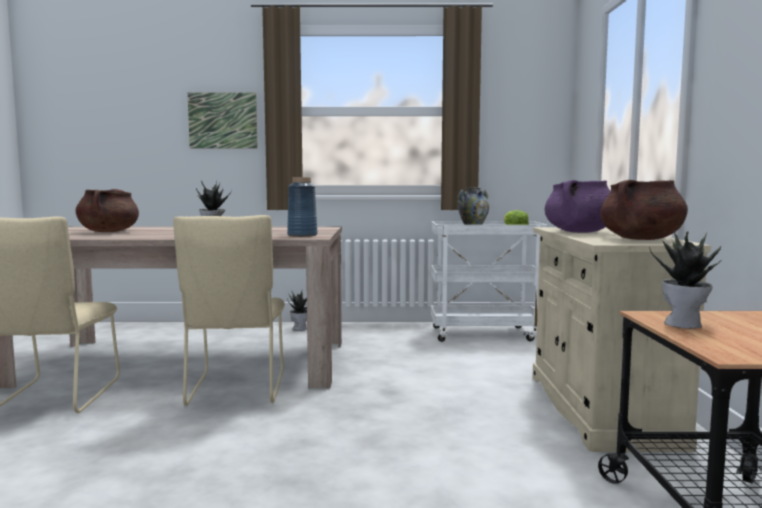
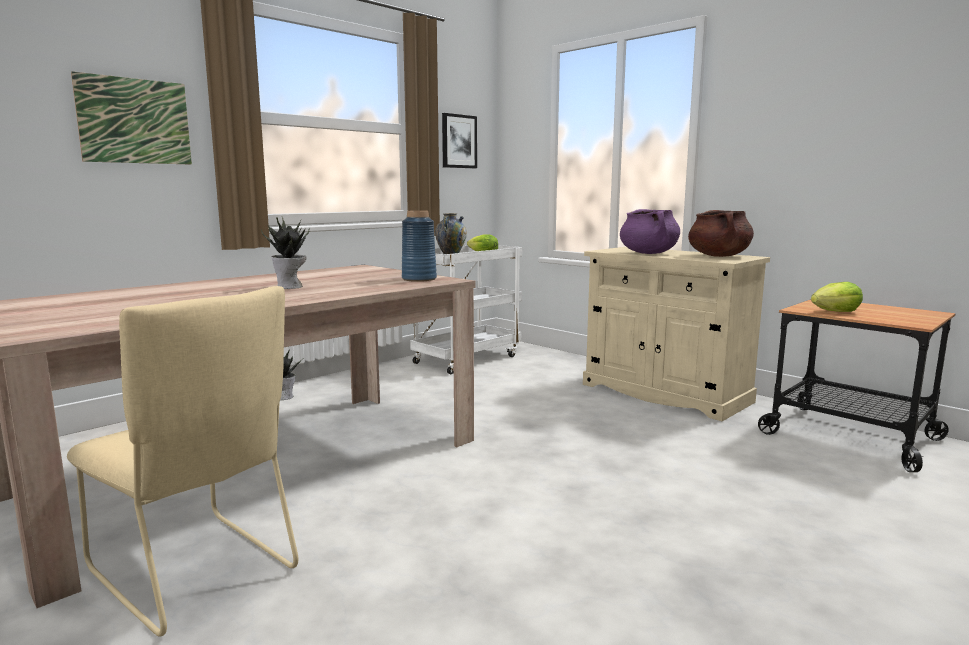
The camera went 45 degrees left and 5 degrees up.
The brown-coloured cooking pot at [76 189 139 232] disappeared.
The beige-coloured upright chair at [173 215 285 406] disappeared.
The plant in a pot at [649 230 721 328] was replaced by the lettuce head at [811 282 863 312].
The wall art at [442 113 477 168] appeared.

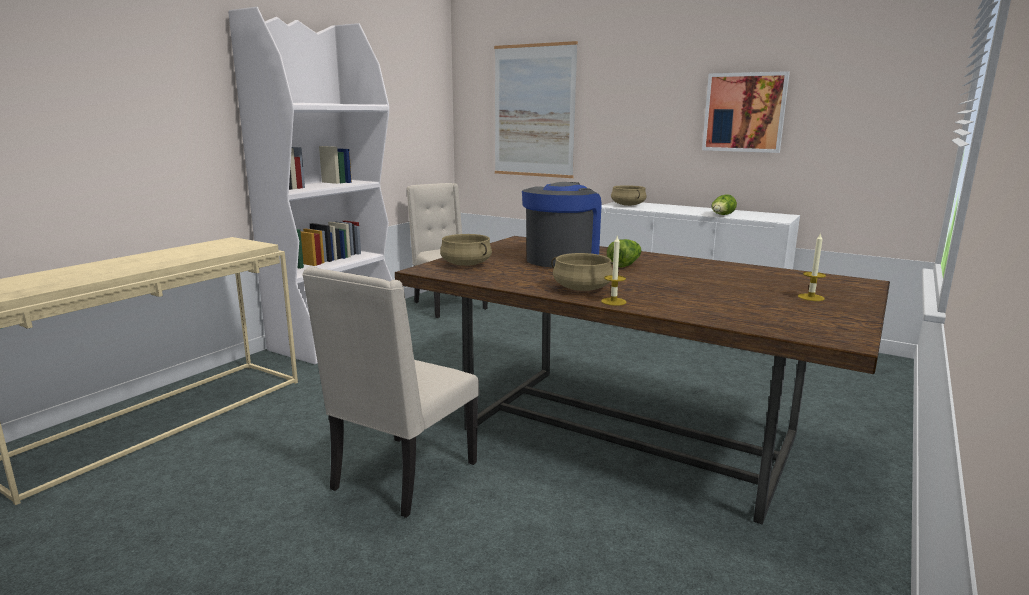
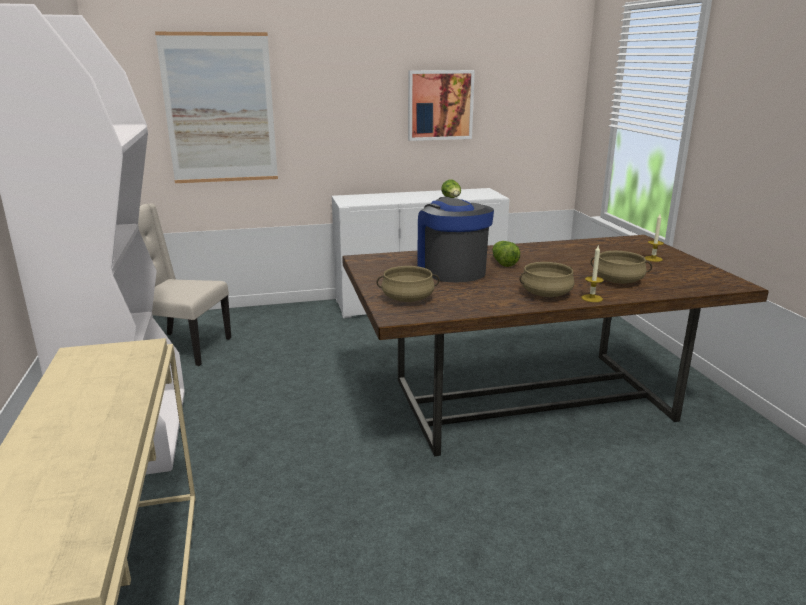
The camera went 45 degrees left and 5 degrees up.
The beige-coloured cooking pot moved from [611 185 646 206] to [591 251 652 284].
The beige-coloured upright chair at [302 267 479 518] disappeared.

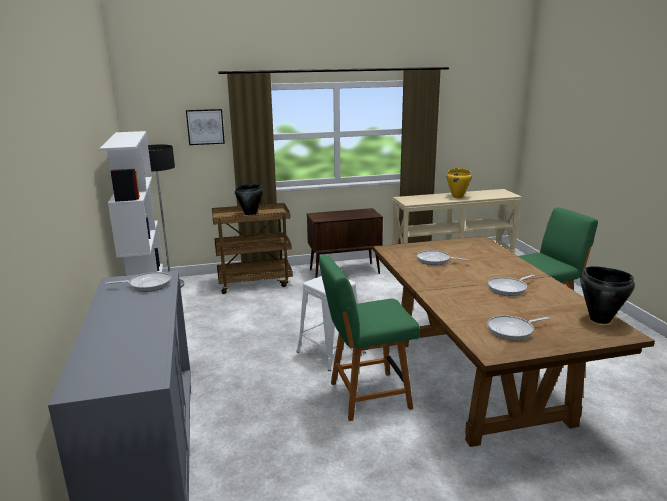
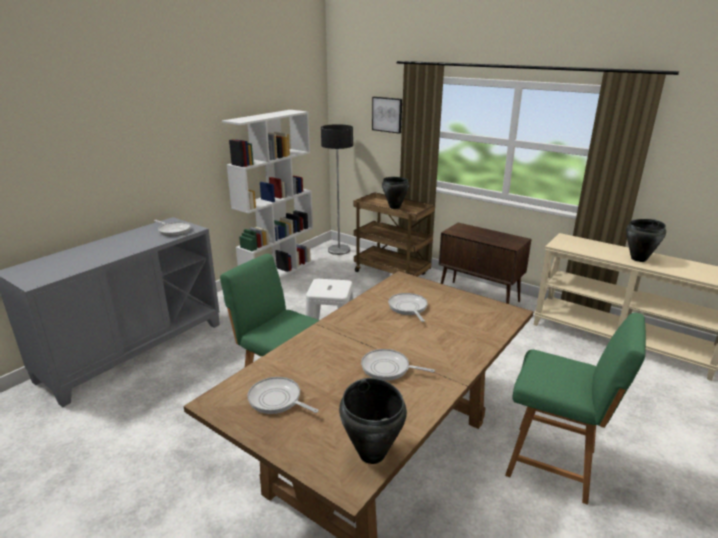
The camera went 50 degrees right and 5 degrees up.
The yellow cooking pot at [446 168 472 198] became the black cooking pot at [626 219 666 262].

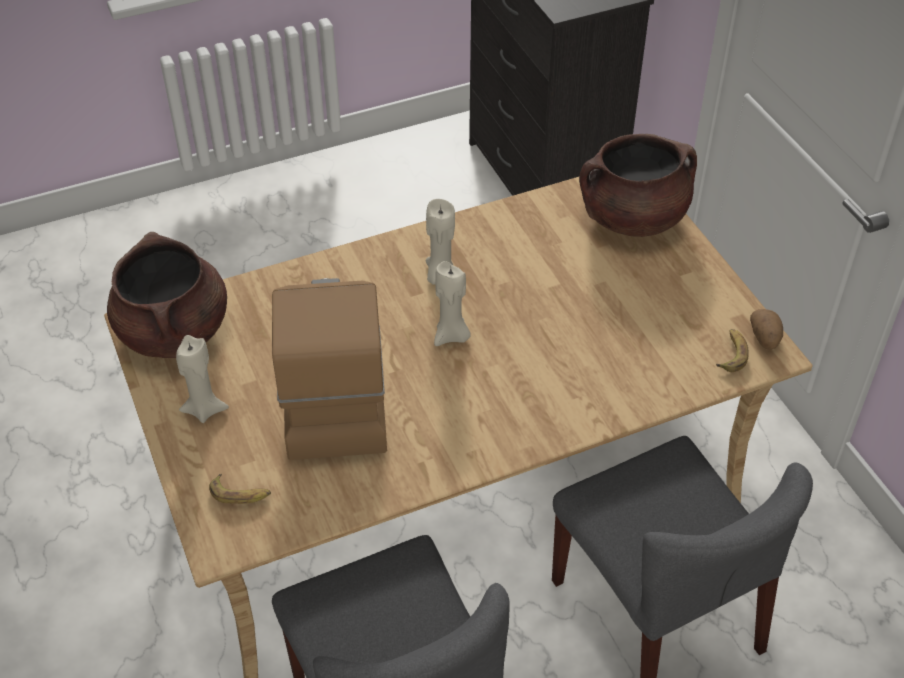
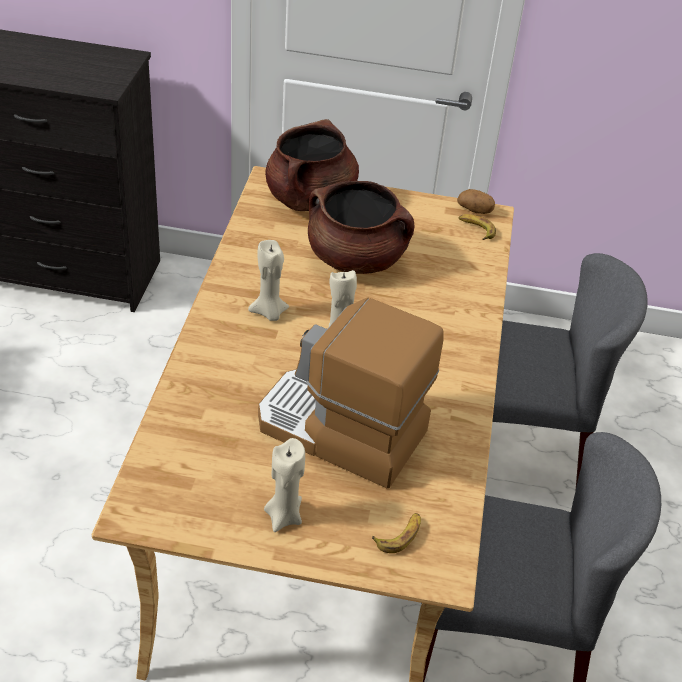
The camera went 60 degrees left and 5 degrees down.
The brown-coloured cooking pot moved from [107 232 227 358] to [308 181 414 274].

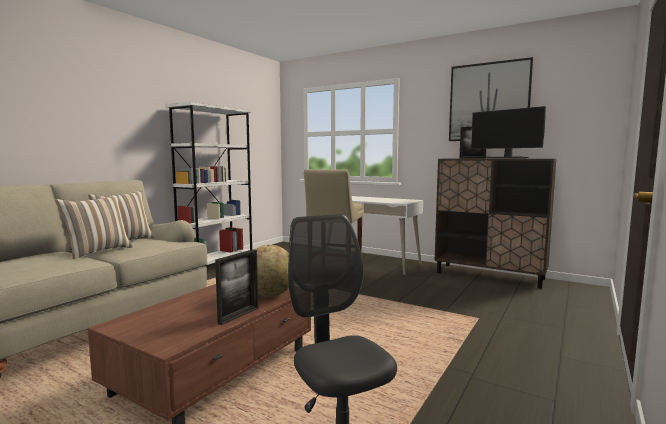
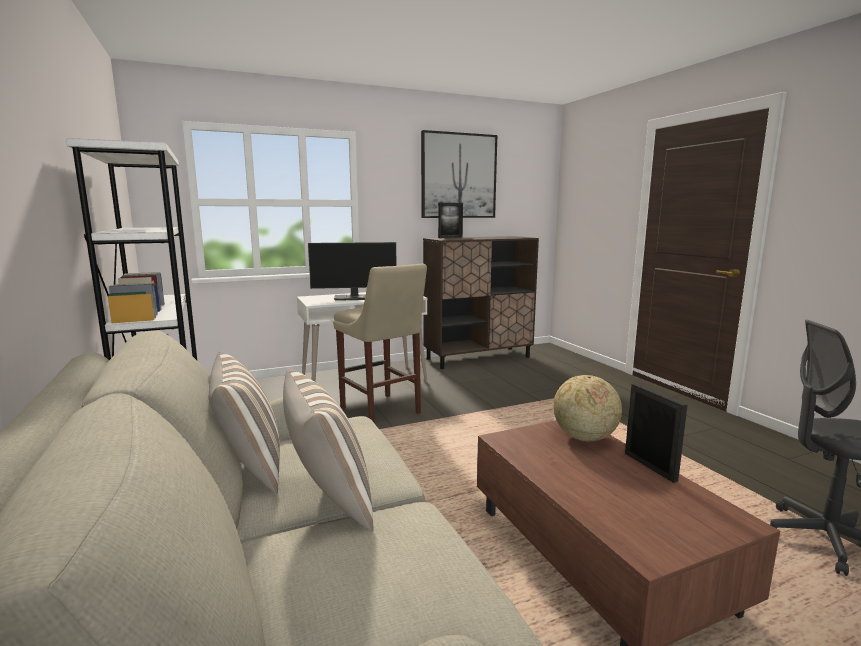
The camera went 55 degrees left and 5 degrees up.
The monitor moved from [471 106 546 159] to [308 242 397 301].

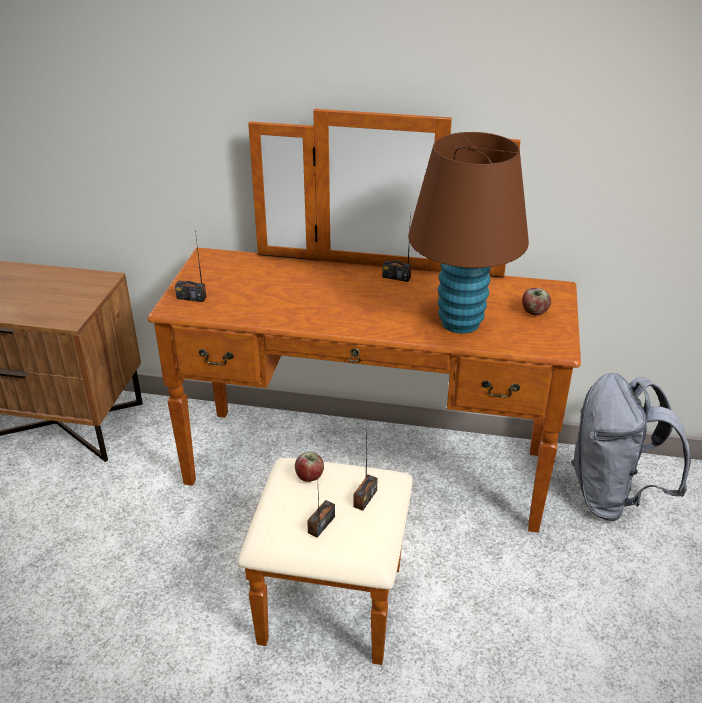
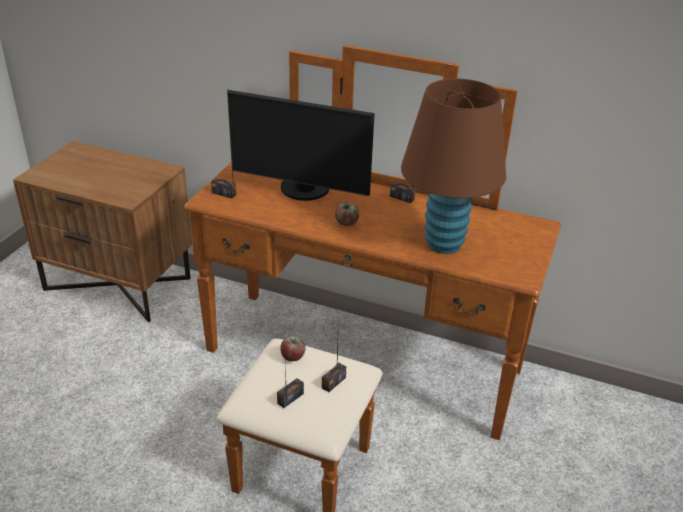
The camera went 10 degrees right and 0 degrees up.
The apple moved from [522 288 551 315] to [335 202 359 226].
The grey rucksack at [571 373 691 521] disappeared.
The monitor at [227 90 375 201] appeared.

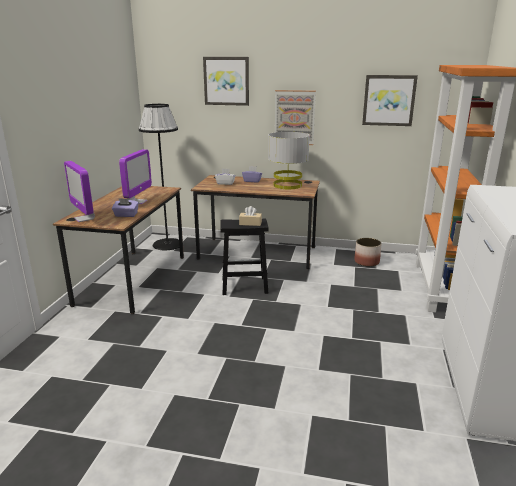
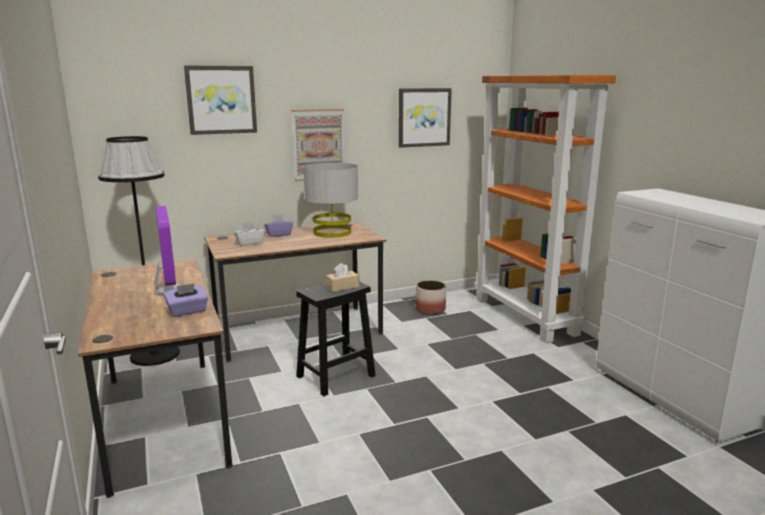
The camera went 35 degrees left and 5 degrees down.
The monitor at [64 161 95 222] disappeared.

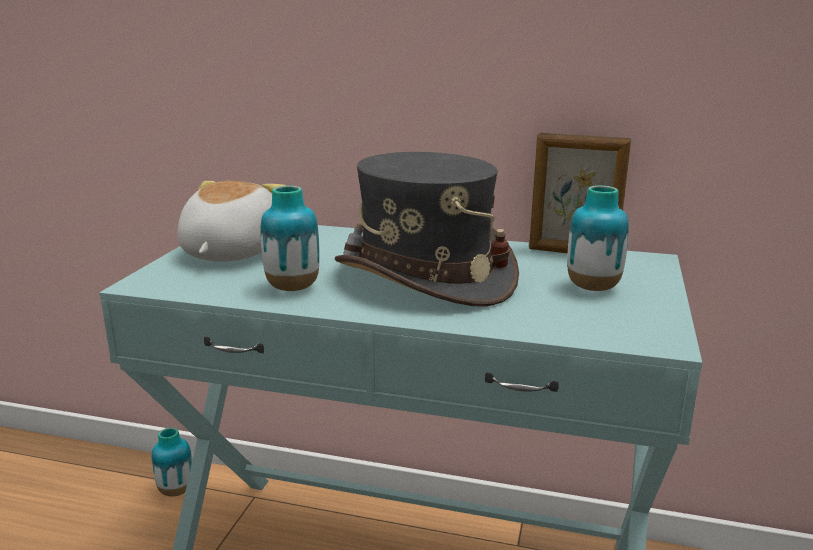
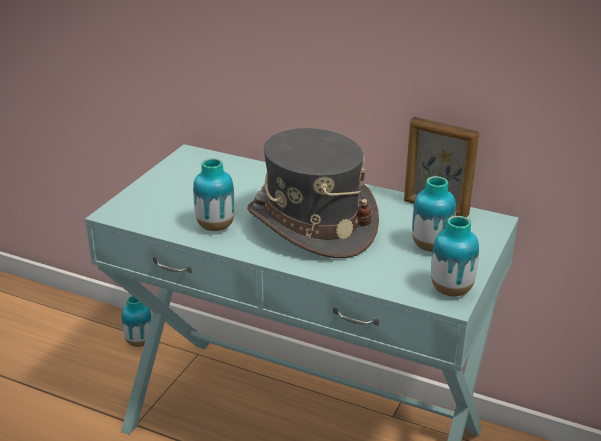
The camera went 10 degrees right and 10 degrees up.
The plush toy at [177 181 287 262] disappeared.
The decorative vase at [431 216 479 296] appeared.

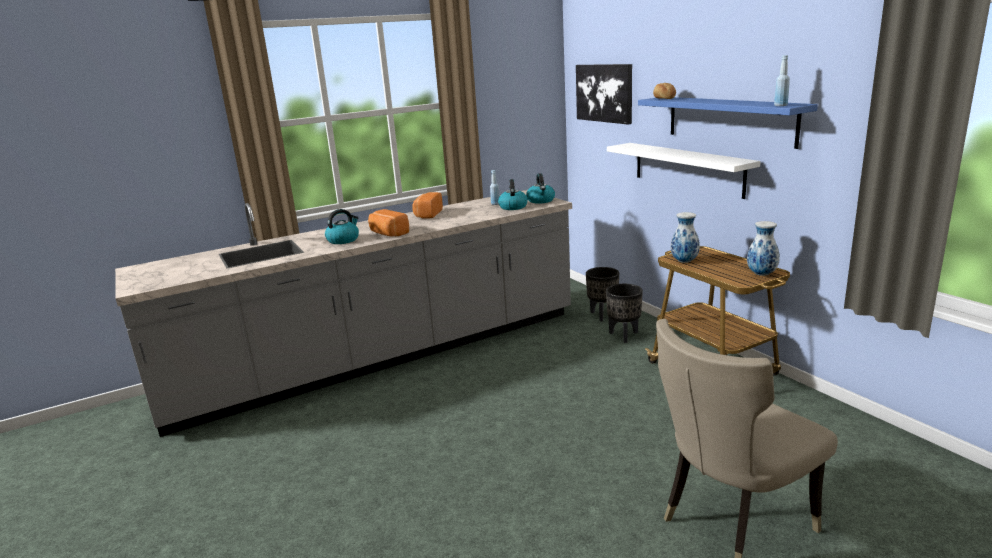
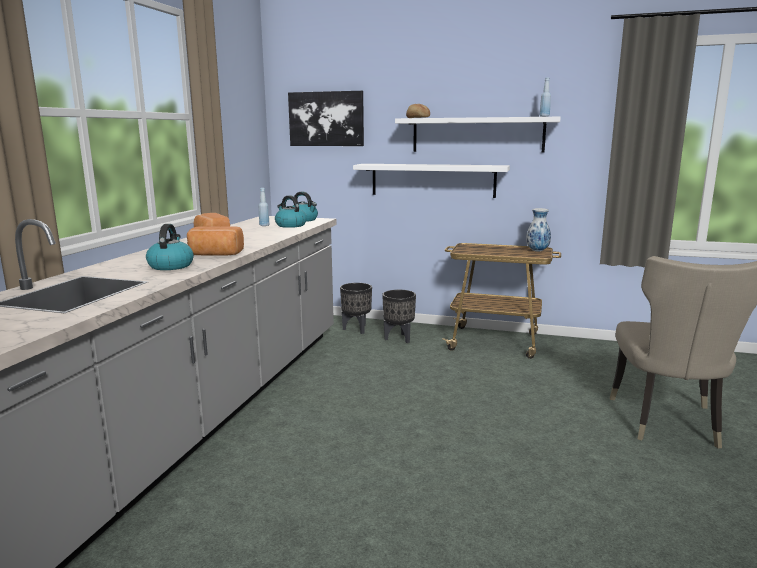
The camera went 45 degrees left and 5 degrees down.
The blue shelf at [638 97 818 149] became the white-coloured shelf at [395 117 561 152].
The decorative vase at [671 212 700 263] disappeared.

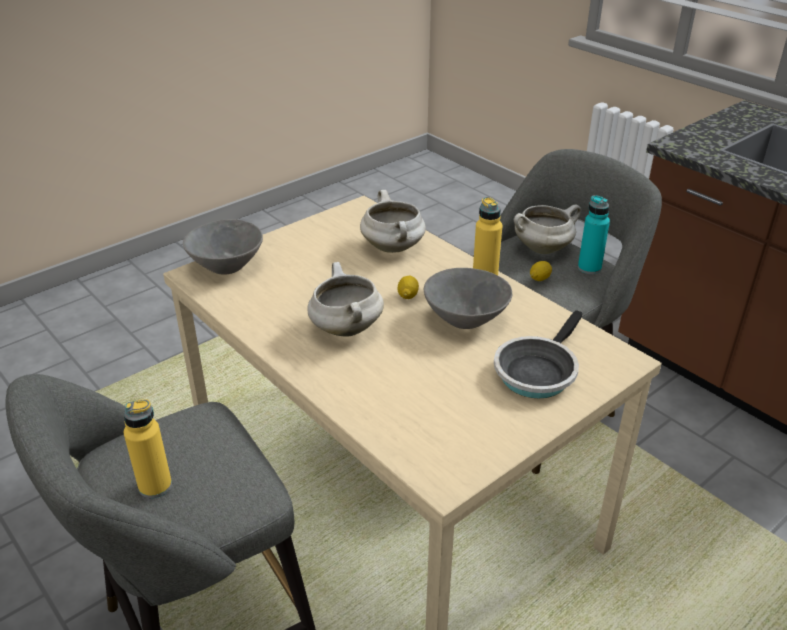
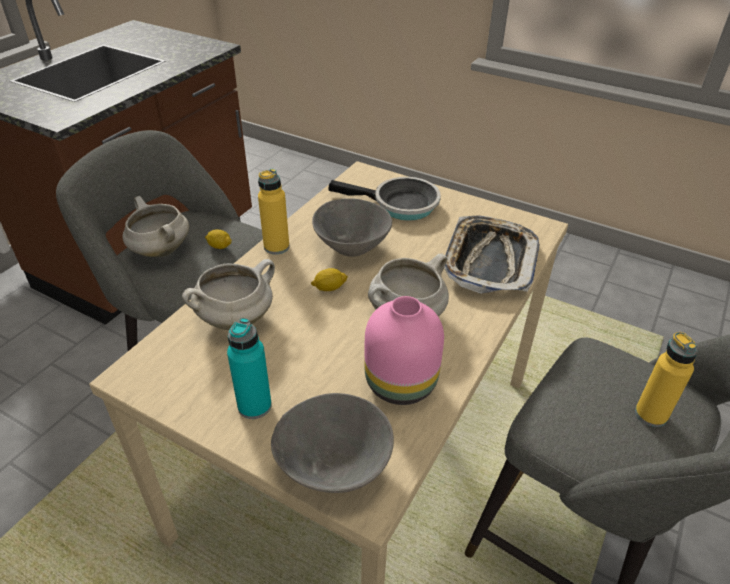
The camera went 110 degrees left and 5 degrees up.
The turquoise drink bottle moved from [578 195 610 274] to [227 318 272 419].
The carrying tray at [444 216 540 294] appeared.
The pink-coloured decorative vase at [364 296 444 405] appeared.

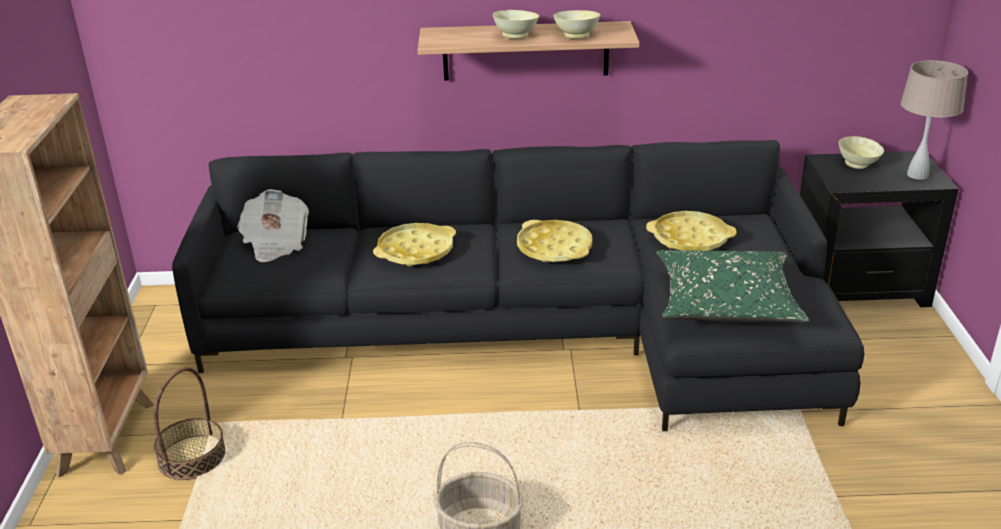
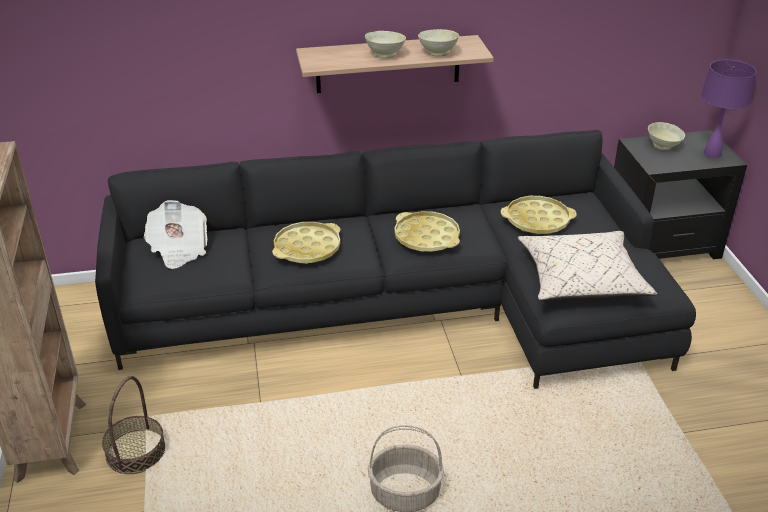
The camera went 10 degrees left and 5 degrees up.
The beige-coloured tabletop lamp at [901 60 968 180] became the purple-coloured tabletop lamp at [701 60 757 158].
The green-coloured throw pillow at [657 250 810 323] became the beige-coloured throw pillow at [518 231 657 301].

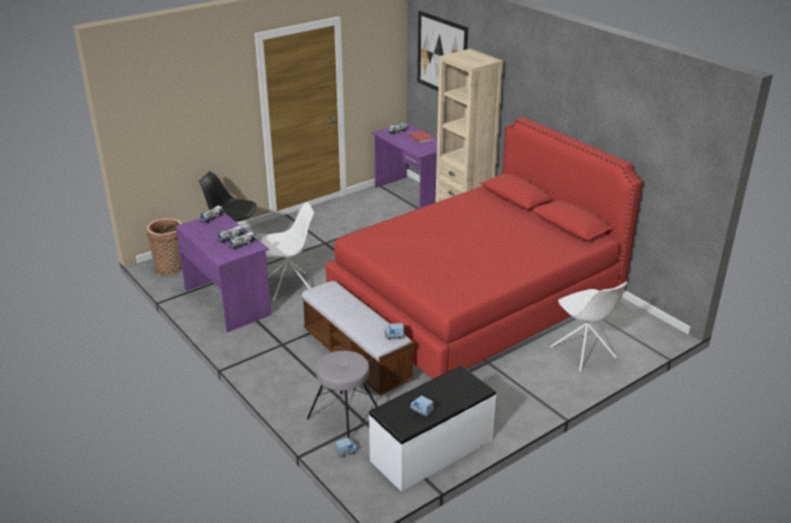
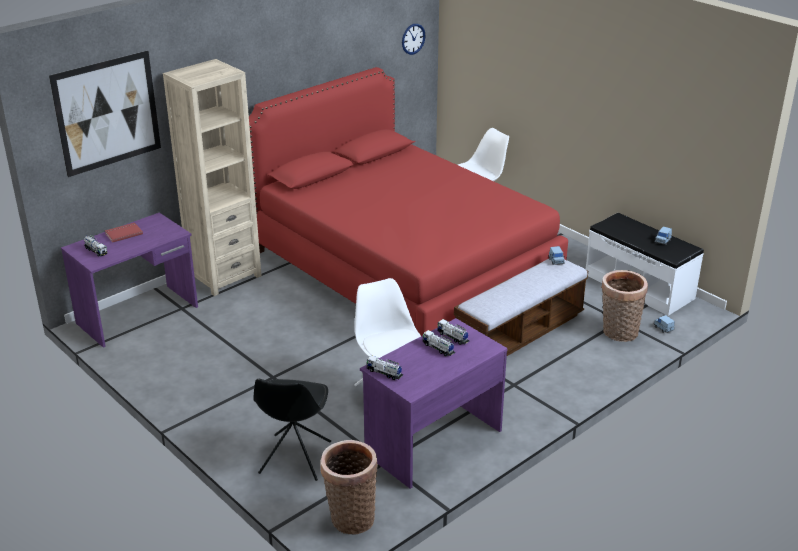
The camera went 95 degrees left and 0 degrees up.
The grey stool seat at [307 351 378 439] was replaced by the basket at [601 270 648 342].
The clock on the wall at [402 24 425 55] appeared.

